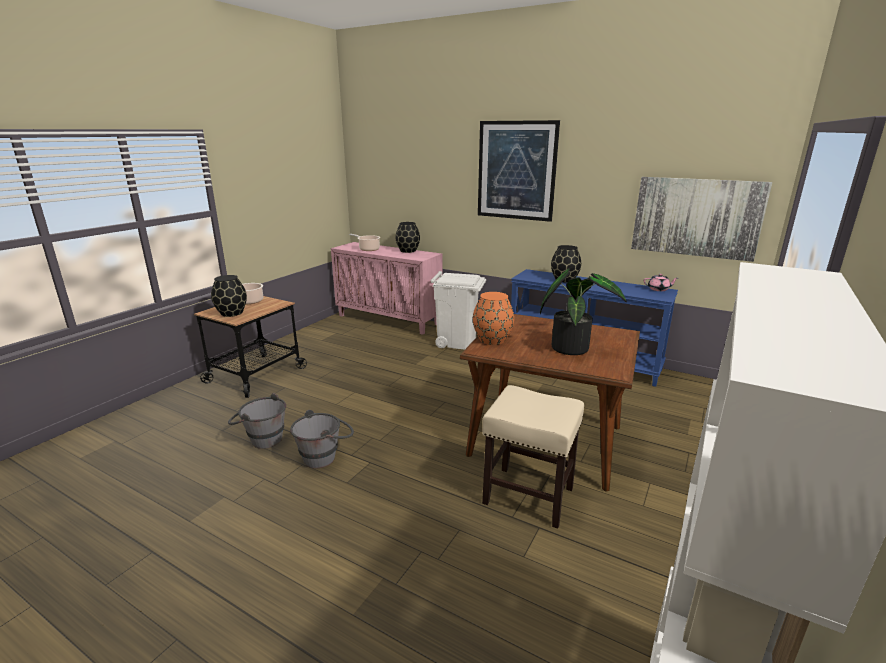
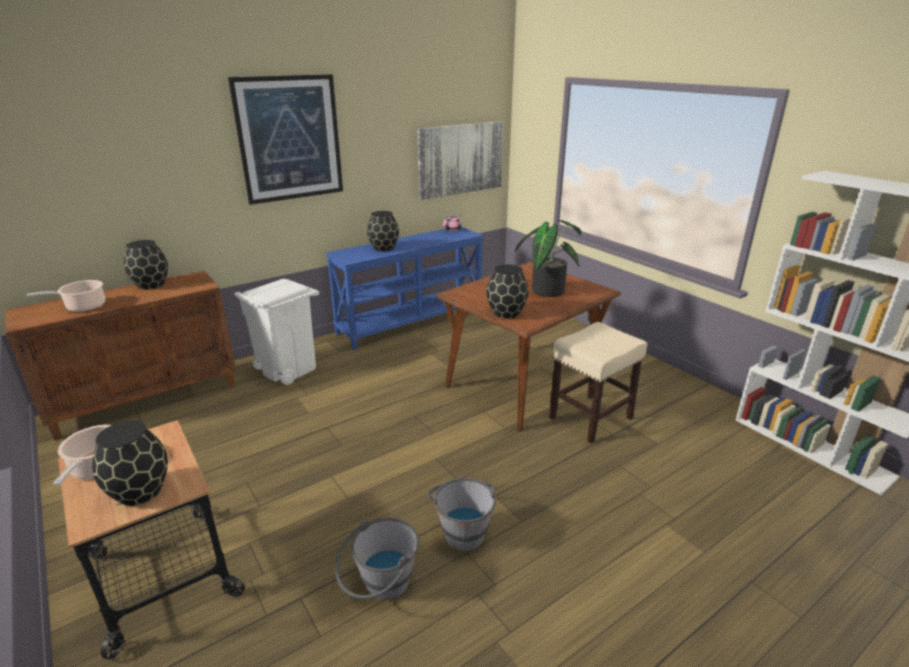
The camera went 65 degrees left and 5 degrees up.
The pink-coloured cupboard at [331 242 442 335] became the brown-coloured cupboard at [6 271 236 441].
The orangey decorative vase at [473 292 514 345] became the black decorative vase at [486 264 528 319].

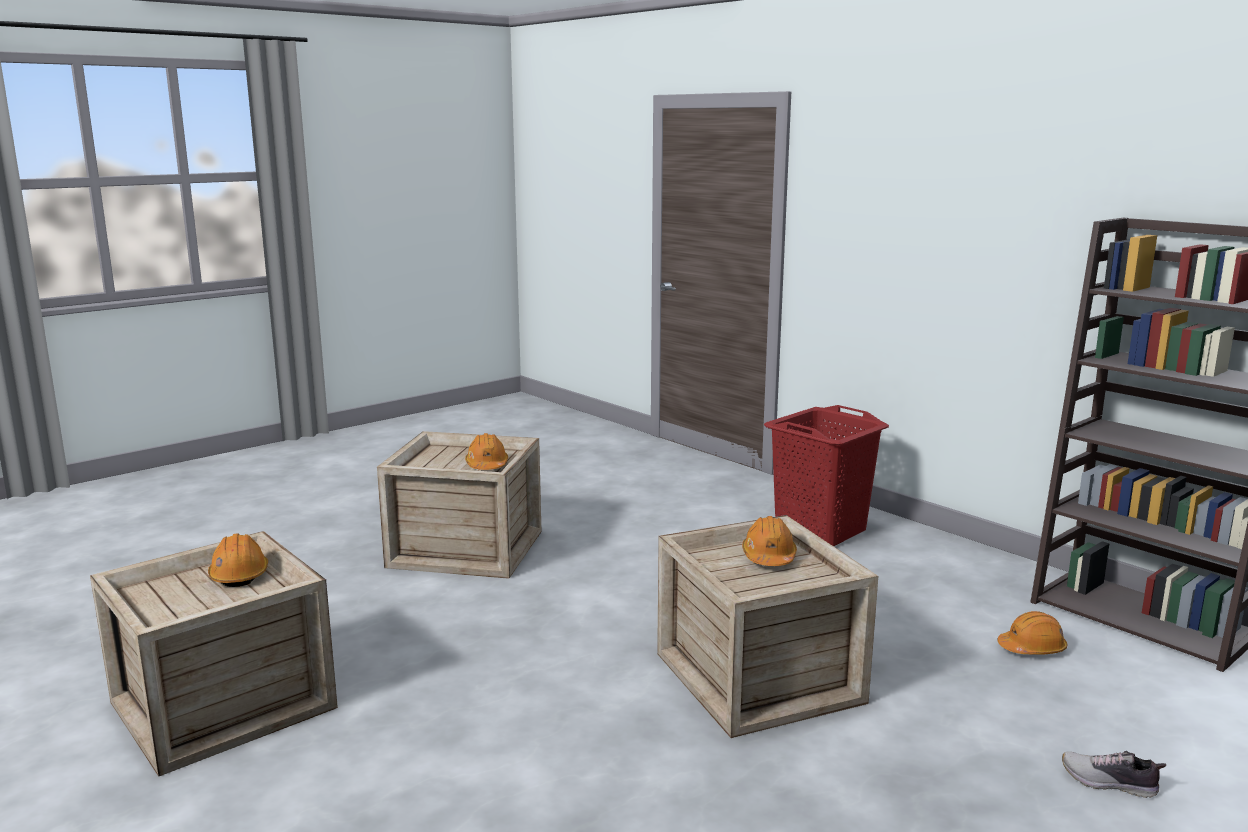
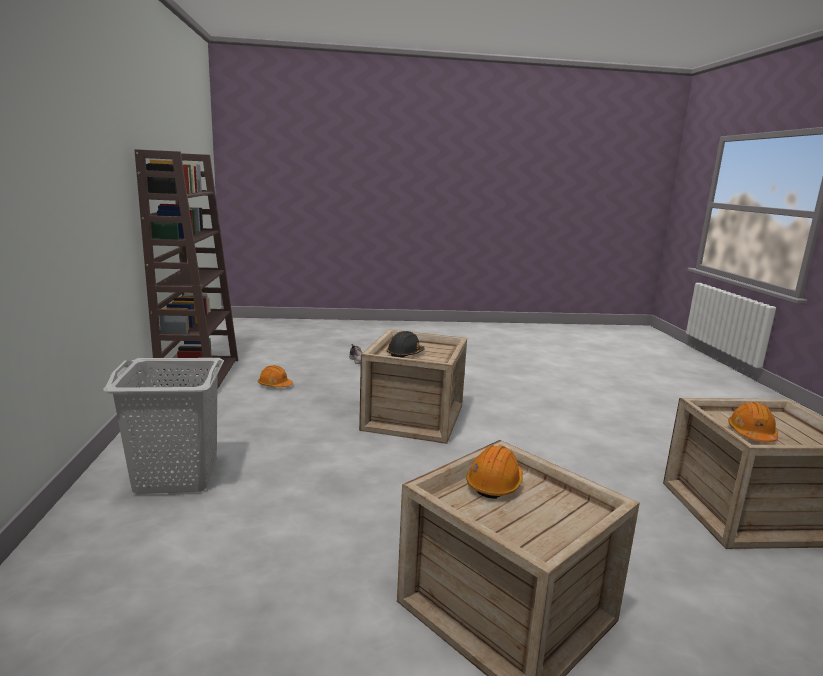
The camera went 145 degrees left and 0 degrees up.
The reddish hamper at [764 405 889 546] became the grey hamper at [103 358 224 494].
The orangey hard hat at [742 516 797 566] became the black hard hat at [386 331 425 358].

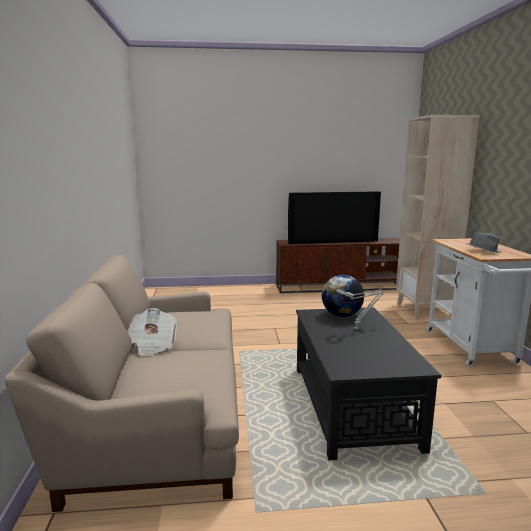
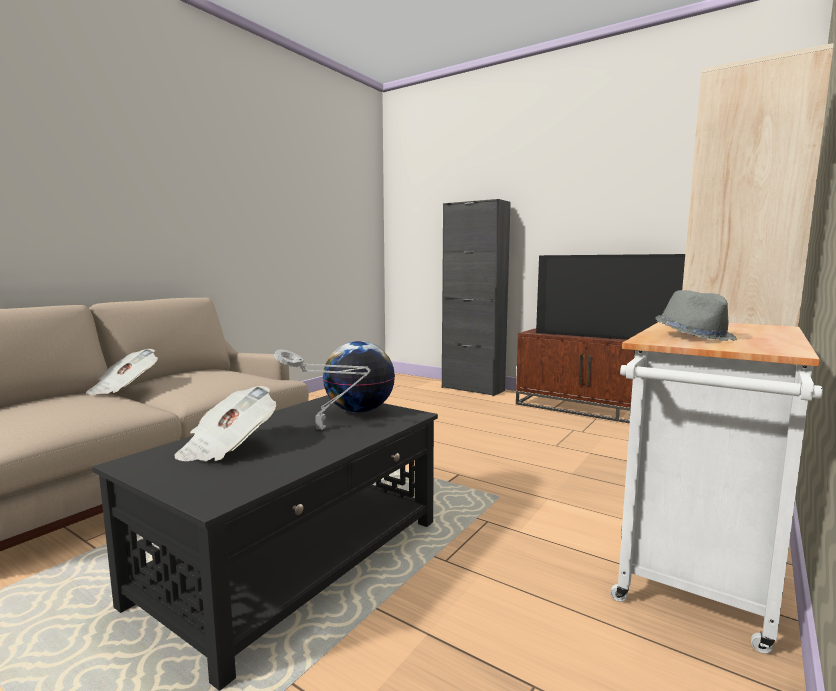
The camera went 40 degrees right and 5 degrees down.
The black cupboard at [442 199 511 396] appeared.
The daily paper at [174 386 276 461] appeared.

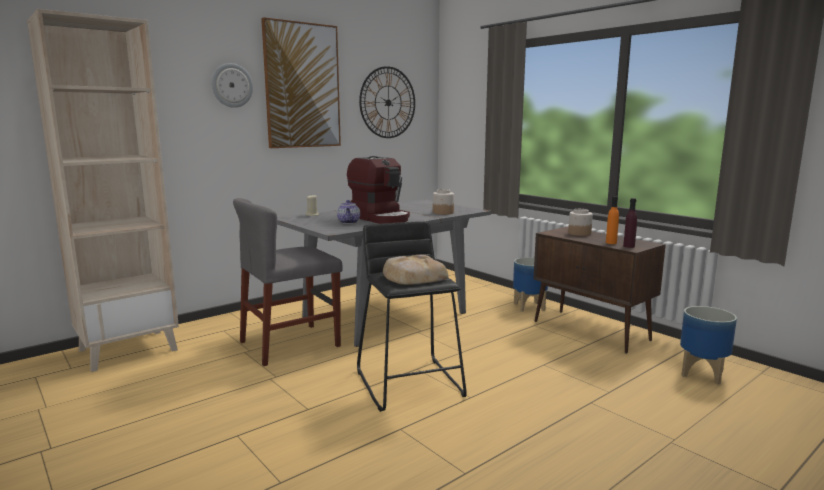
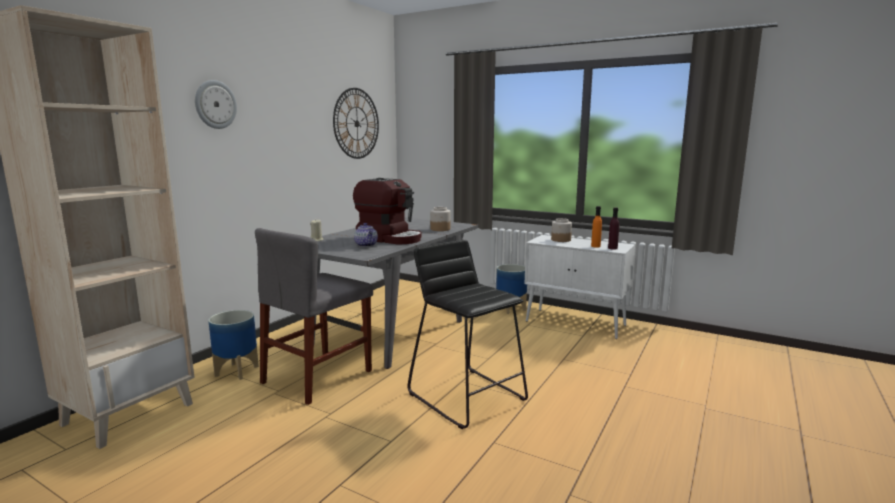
The camera went 20 degrees left and 0 degrees up.
The wall art at [261 17 341 148] disappeared.
The brown-coloured cupboard at [533 227 666 354] became the white-coloured cupboard at [525 235 635 339].
The bakery bread at [383 255 449 285] disappeared.
The flower pot moved from [680 306 737 384] to [208 310 259 380].

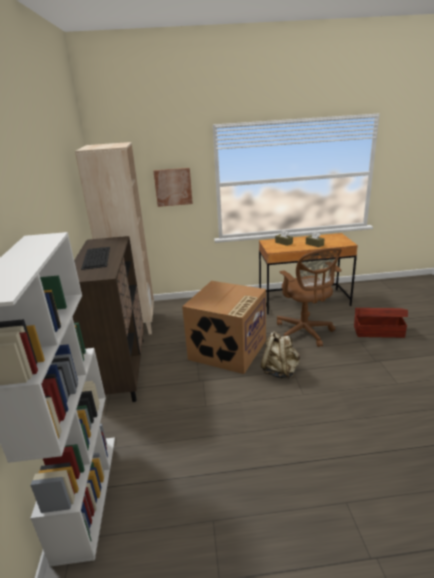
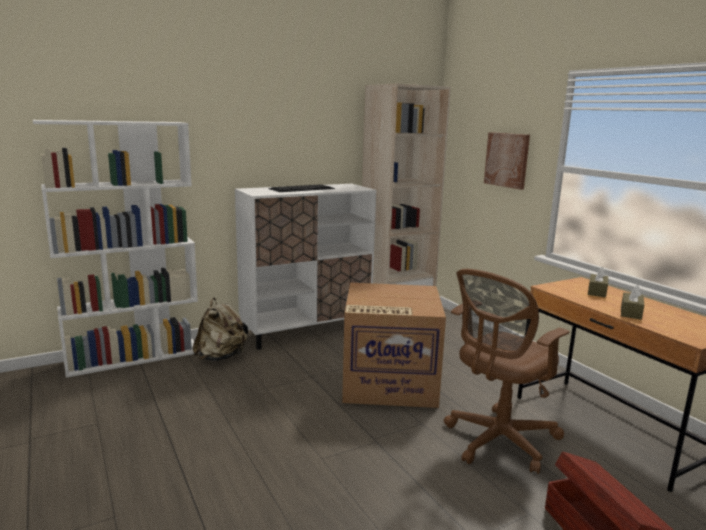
The camera went 65 degrees right and 10 degrees down.
The brown-coloured cupboard at [73 236 144 402] became the white-coloured cupboard at [235 184 377 350].
The beige-coloured rucksack moved from [261 331 300 379] to [193 298 247 361].

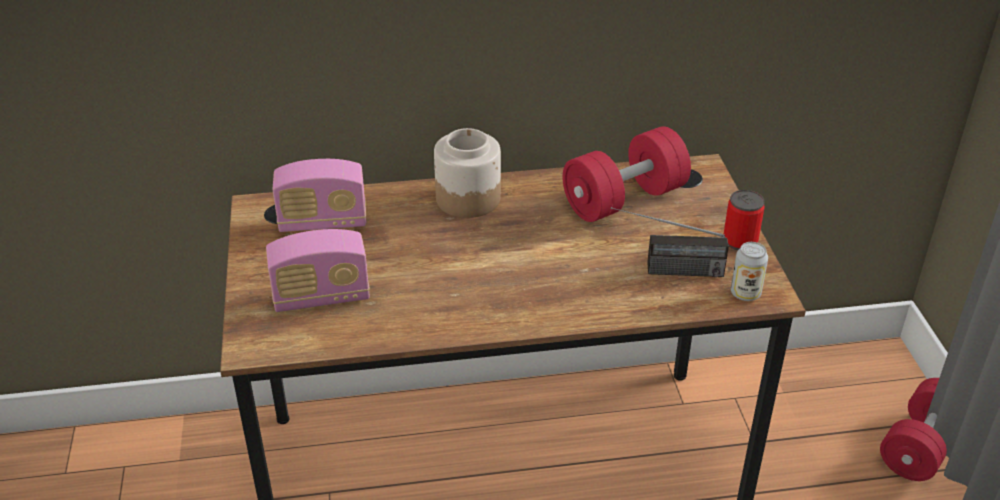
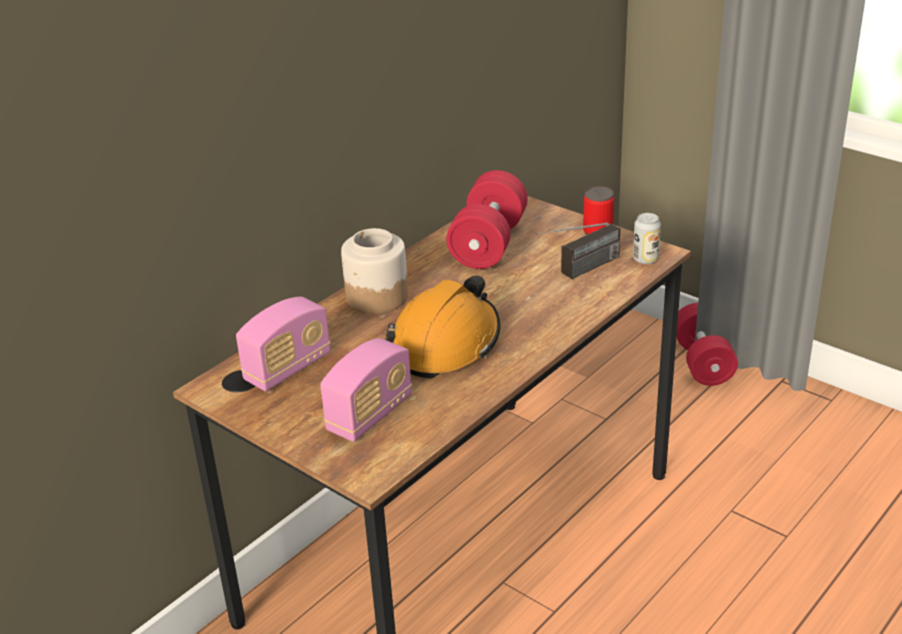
The camera went 40 degrees left and 5 degrees down.
The orangey hard hat at [386 276 501 378] appeared.

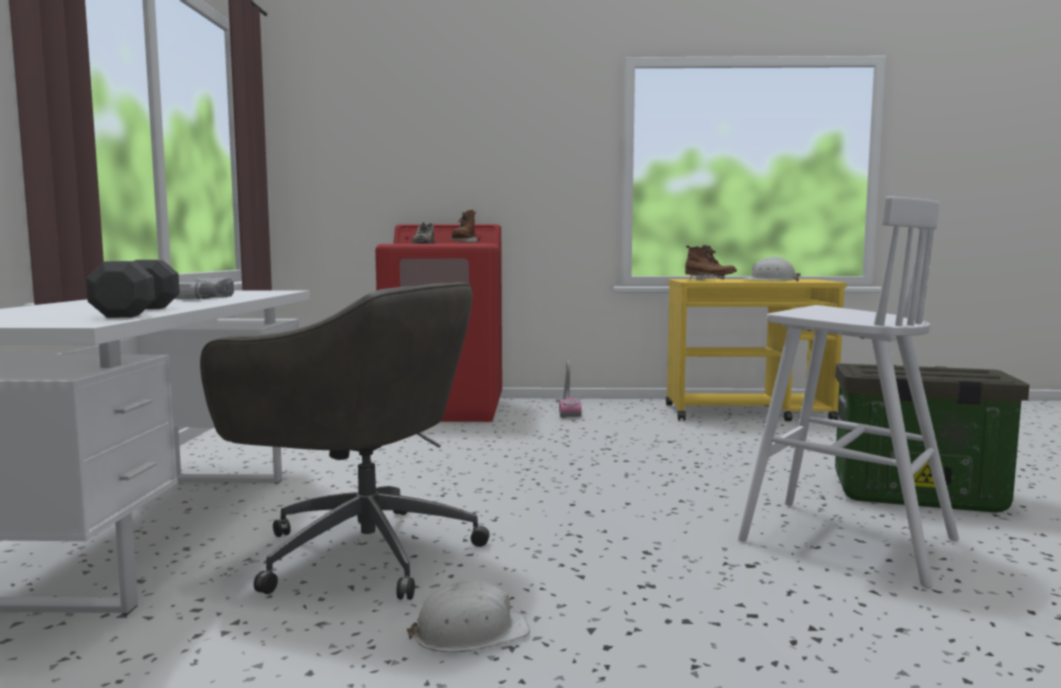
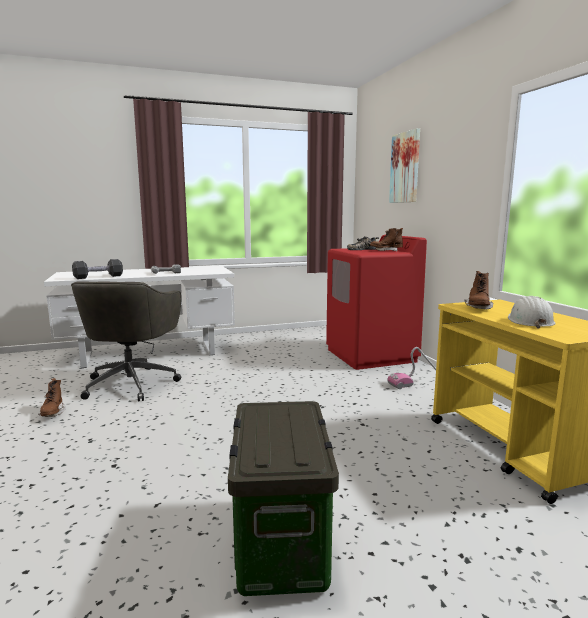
The camera went 70 degrees right and 5 degrees up.
The white-coloured stool seat at [738 197 959 588] disappeared.
The white-coloured hard hat at [407 579 530 652] was replaced by the brown-coloured boot at [38 378 66 417].
The wall art at [389 128 420 203] appeared.

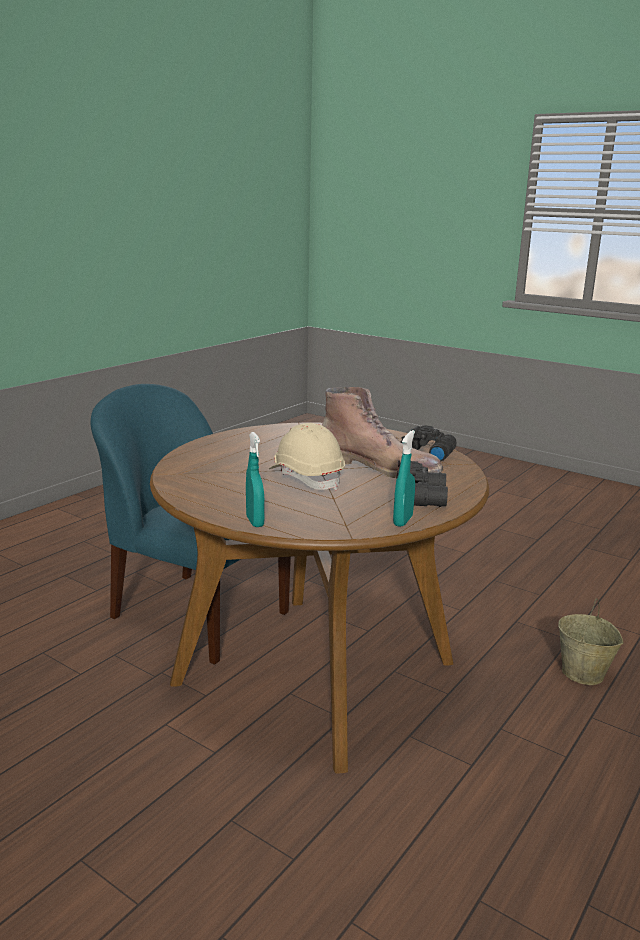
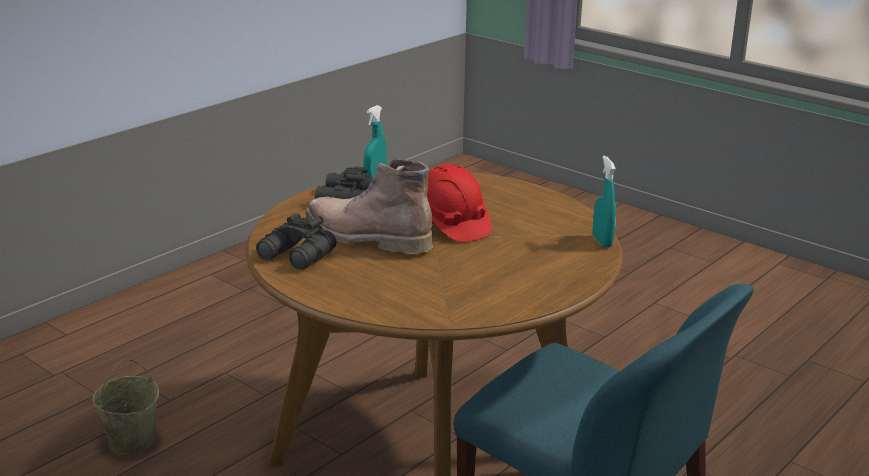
The camera went 175 degrees left and 5 degrees up.
The beige-coloured hard hat at [269 423 345 491] became the reddish hard hat at [427 164 492 242].
The turquoise hand sprayer moved from [246 432 265 527] to [593 156 616 248].

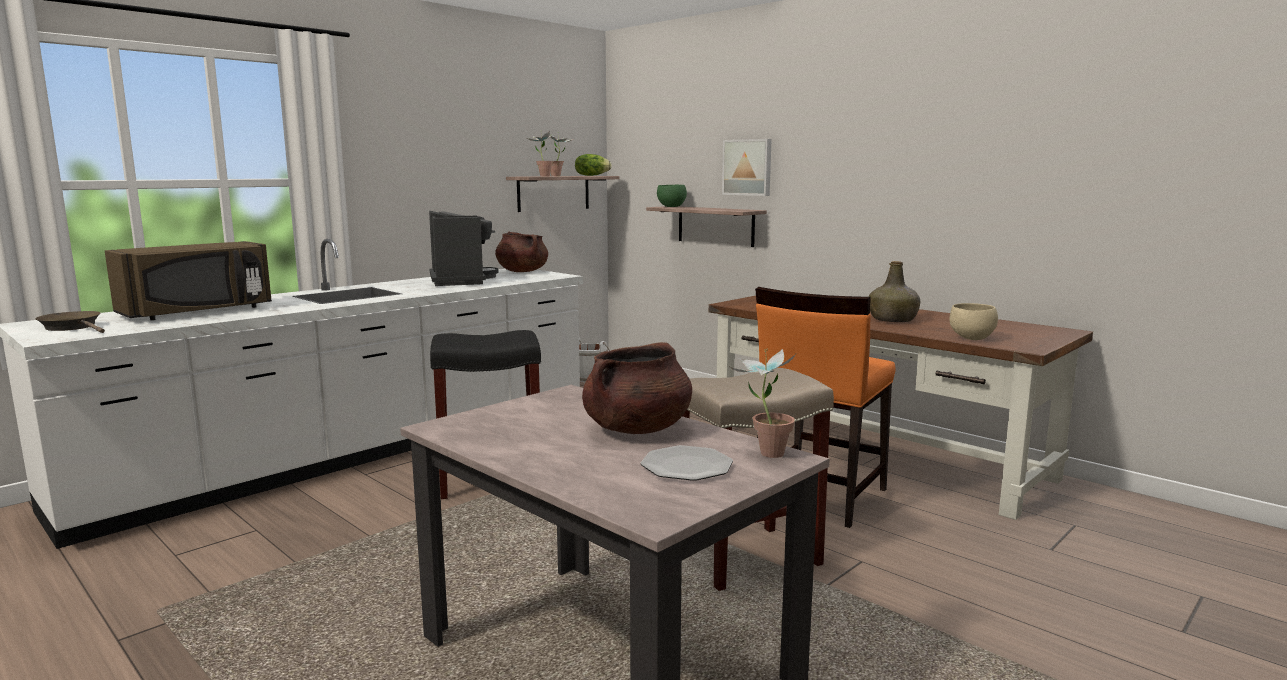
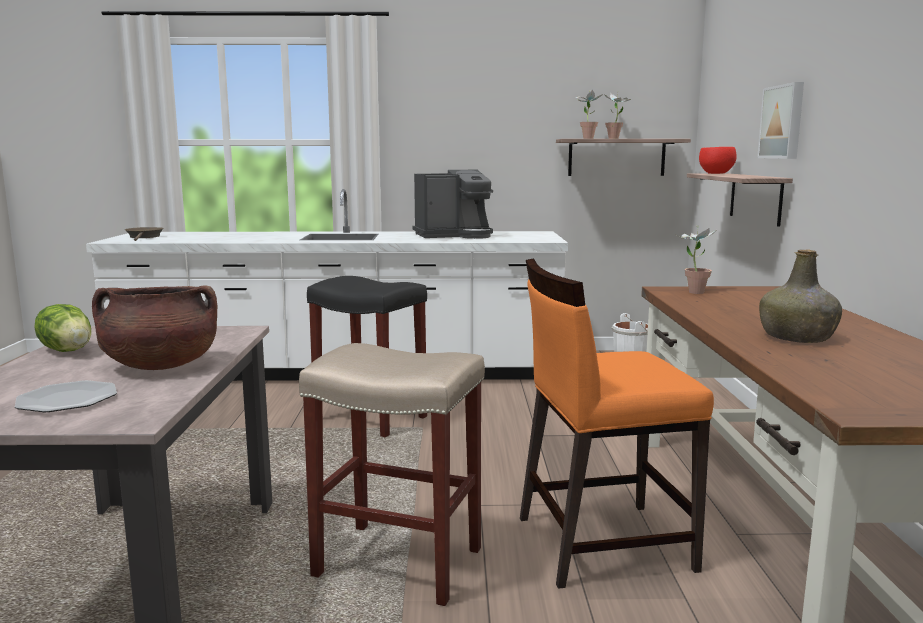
The camera went 45 degrees right and 0 degrees up.
The lettuce head moved from [575 154 612 176] to [34 304 91 352].
The green-coloured deep dish at [657 185 687 207] became the reddish deep dish at [699 147 737 174].
The coffee maker at [429 211 498 286] turned 45 degrees clockwise.
The brown-coloured cooking pot at [495 232 548 272] disappeared.
The brown-coloured microwave oven at [105 241 272 320] disappeared.
The beige-coloured deep dish at [949 303 998 340] disappeared.
The plant in a pot moved from [730 349 796 458] to [676 225 717 294].

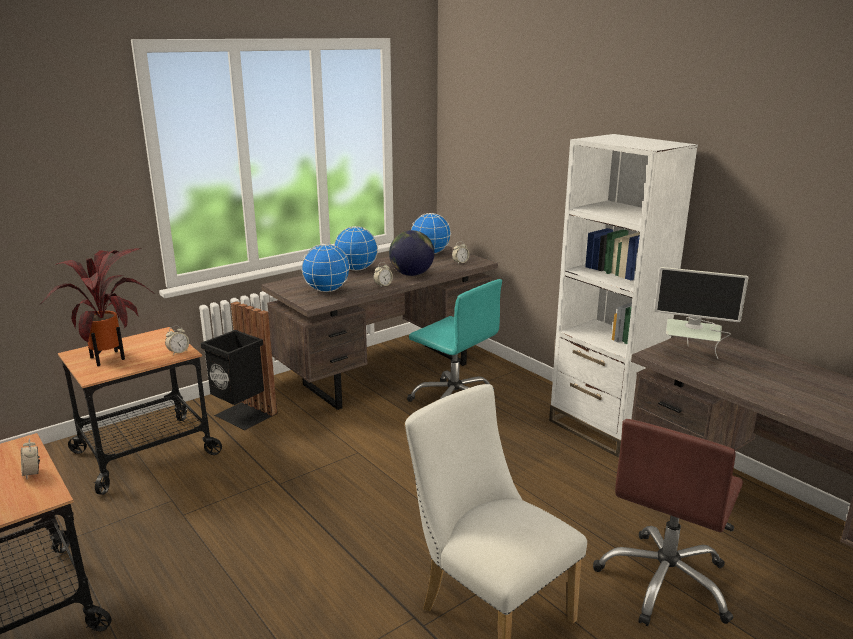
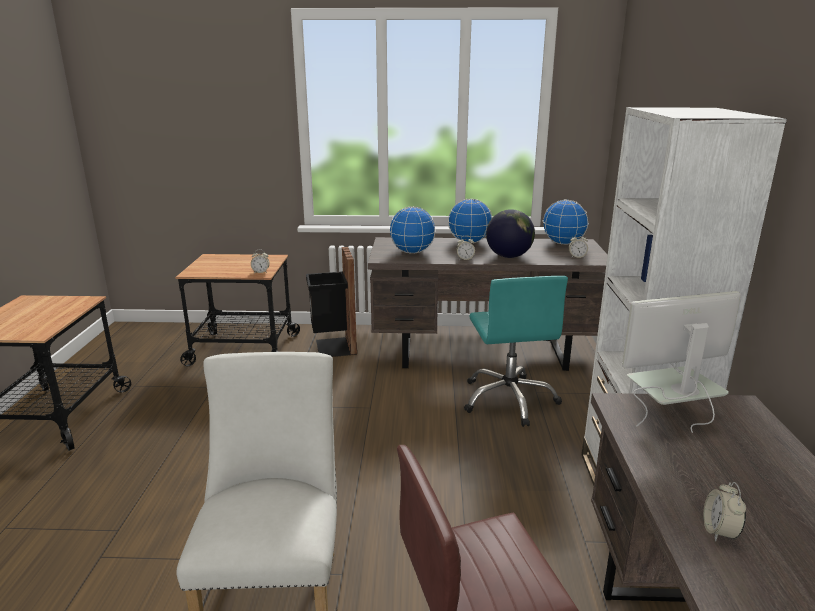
The camera went 40 degrees right and 0 degrees up.
The plant in a pot at [40 248 156 366] disappeared.
The monitor at [654 267 748 359] turned 105 degrees clockwise.
The table clock moved from [21 438 40 479] to [703 482 746 541].

